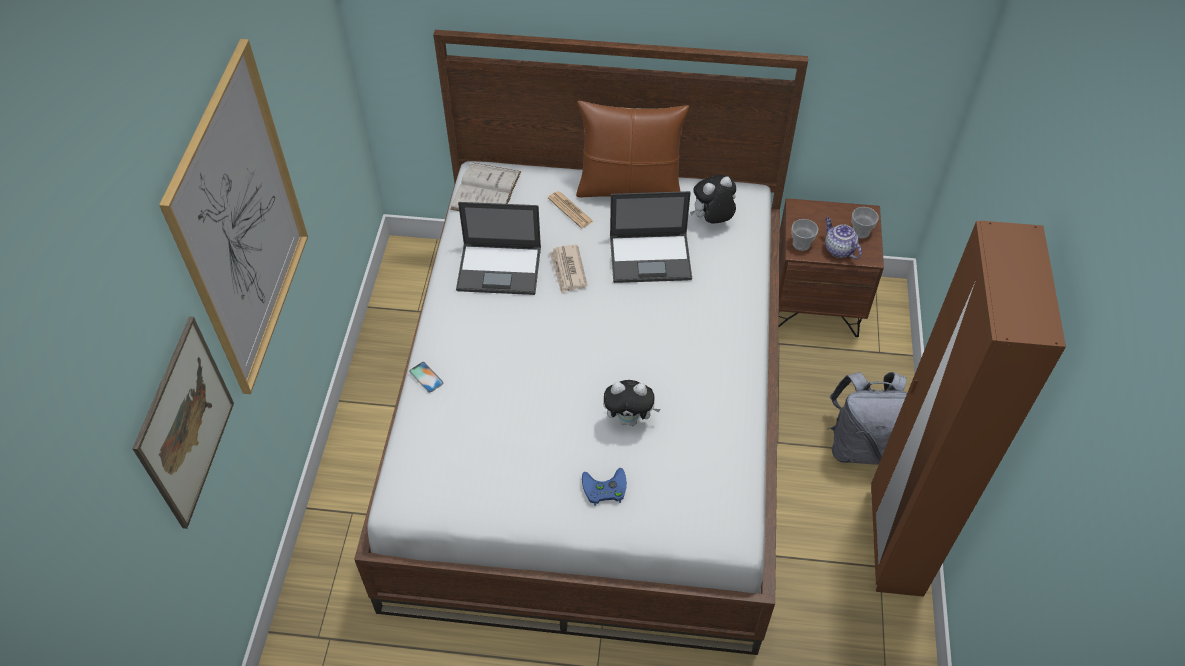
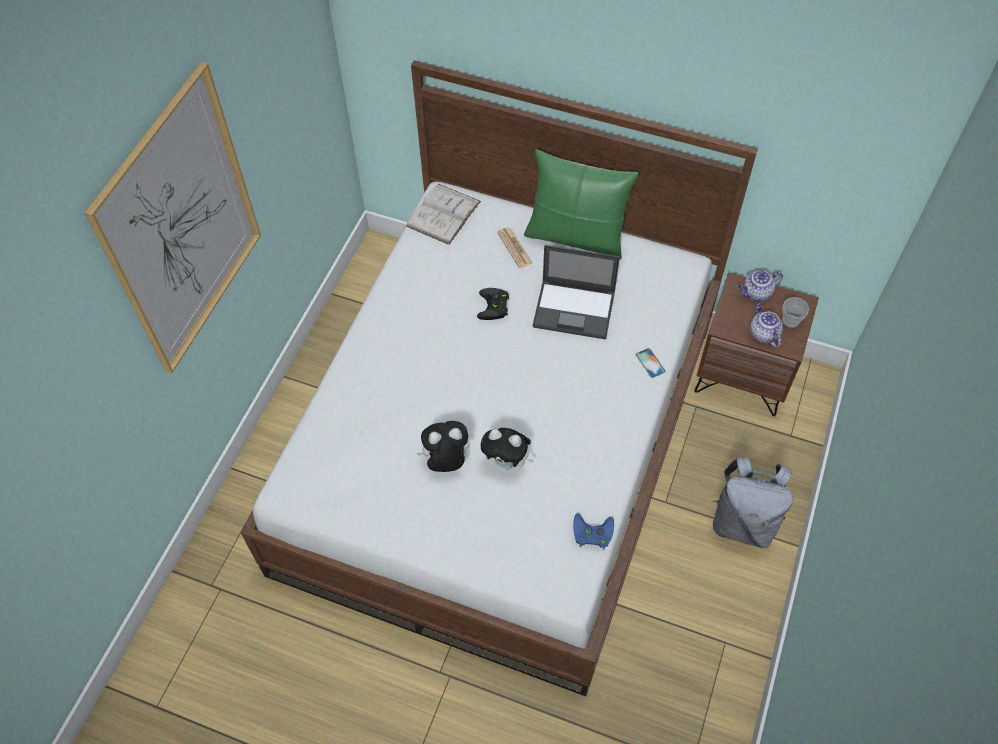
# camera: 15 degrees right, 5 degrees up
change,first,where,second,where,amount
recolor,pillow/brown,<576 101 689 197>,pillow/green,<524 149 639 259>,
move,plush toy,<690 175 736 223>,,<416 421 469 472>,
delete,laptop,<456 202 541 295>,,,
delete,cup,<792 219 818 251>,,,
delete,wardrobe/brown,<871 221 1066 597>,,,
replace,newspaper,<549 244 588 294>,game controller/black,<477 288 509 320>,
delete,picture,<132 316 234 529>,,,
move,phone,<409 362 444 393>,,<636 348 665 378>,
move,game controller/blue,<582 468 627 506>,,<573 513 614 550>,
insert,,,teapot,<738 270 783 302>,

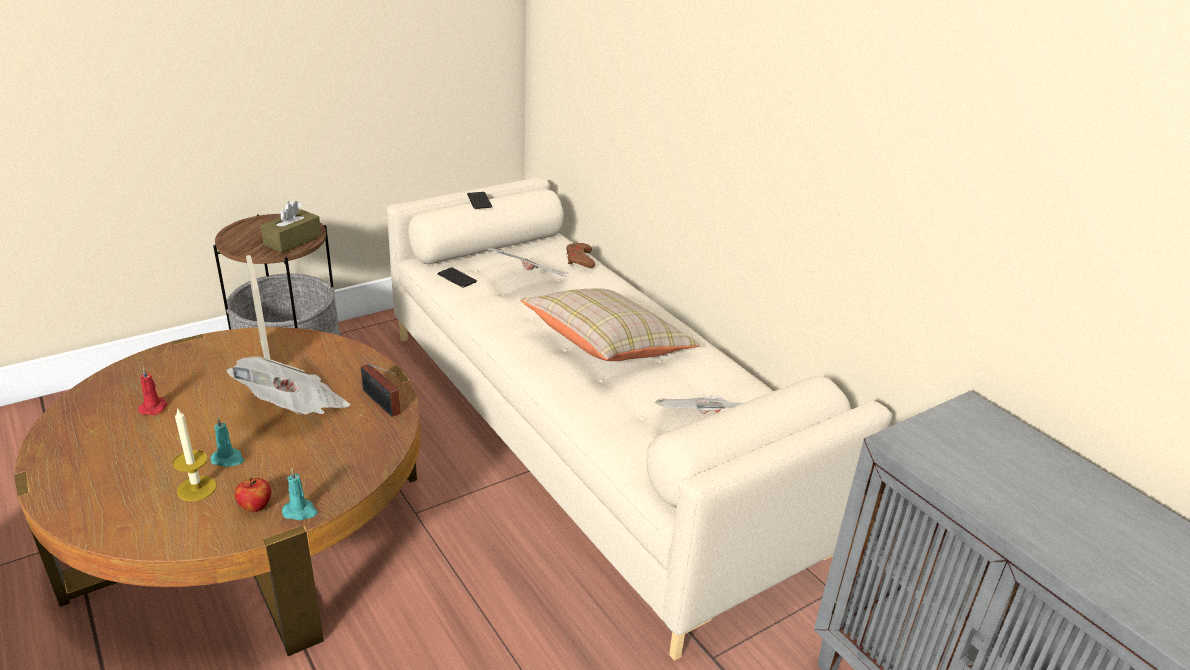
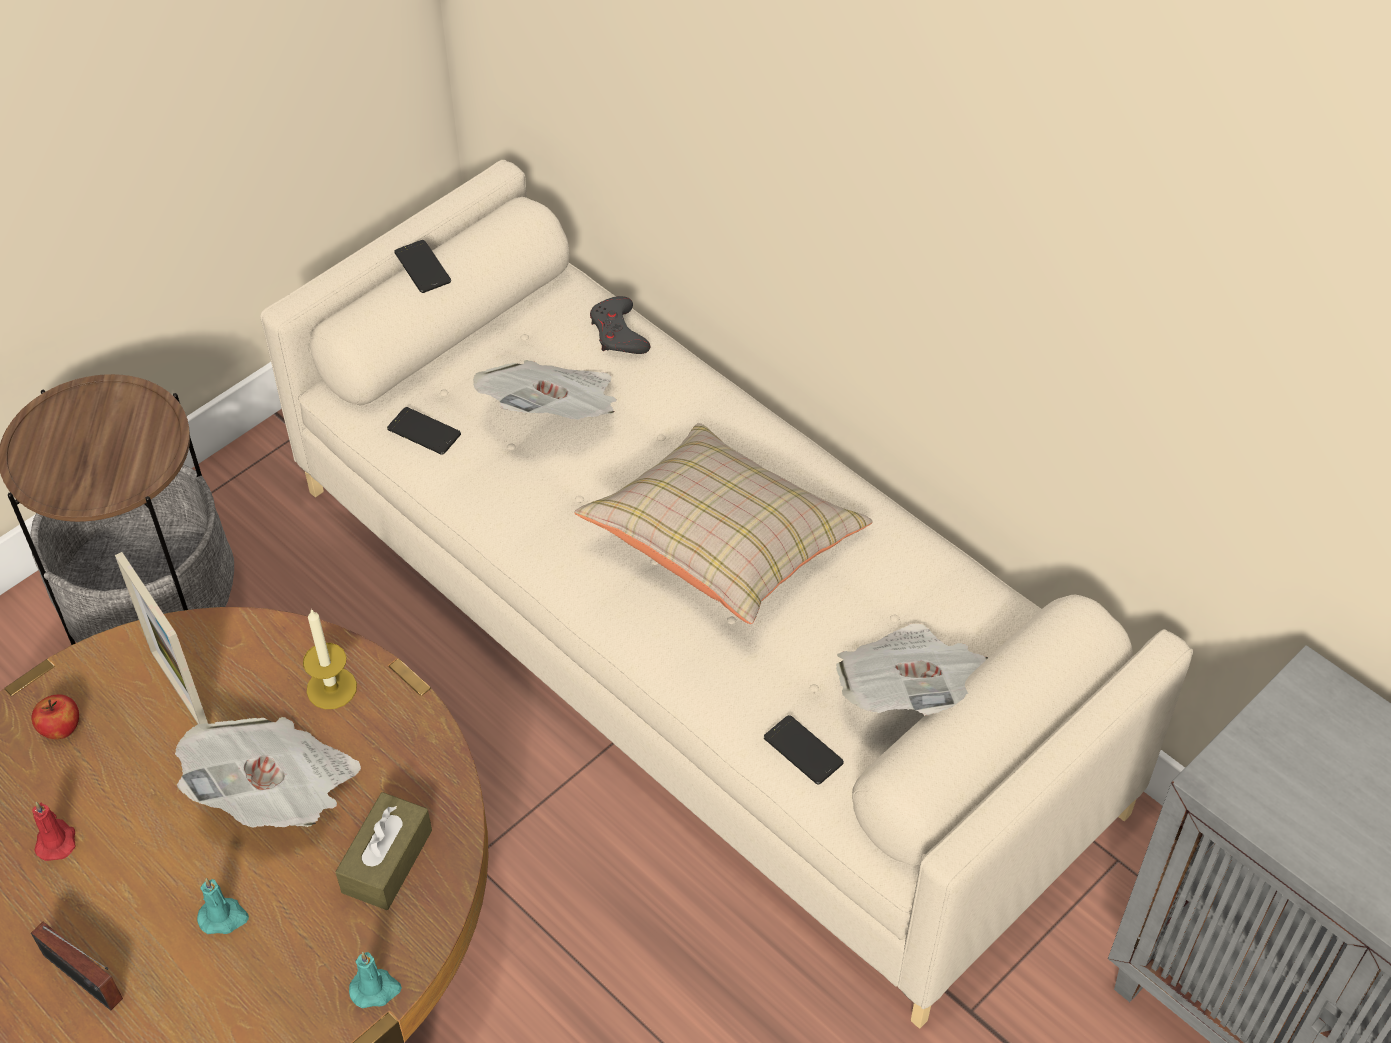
# camera: 10 degrees left, 20 degrees up
change,first,where,second,where,amount
move,tissue box/brown,<261 201 321 253>,,<335 792 432 910>,
recolor,game controller/brown,<566 243 595 268>,game controller/grey,<590 296 650 354>,
move,radio,<361 364 400 417>,,<31 921 123 1010>,
move,candle,<173 408 217 502>,,<303 609 357 709>,
move,apple,<235 477 271 512>,,<32 694 79 740>,
insert,,,phone,<764 715 844 785>,

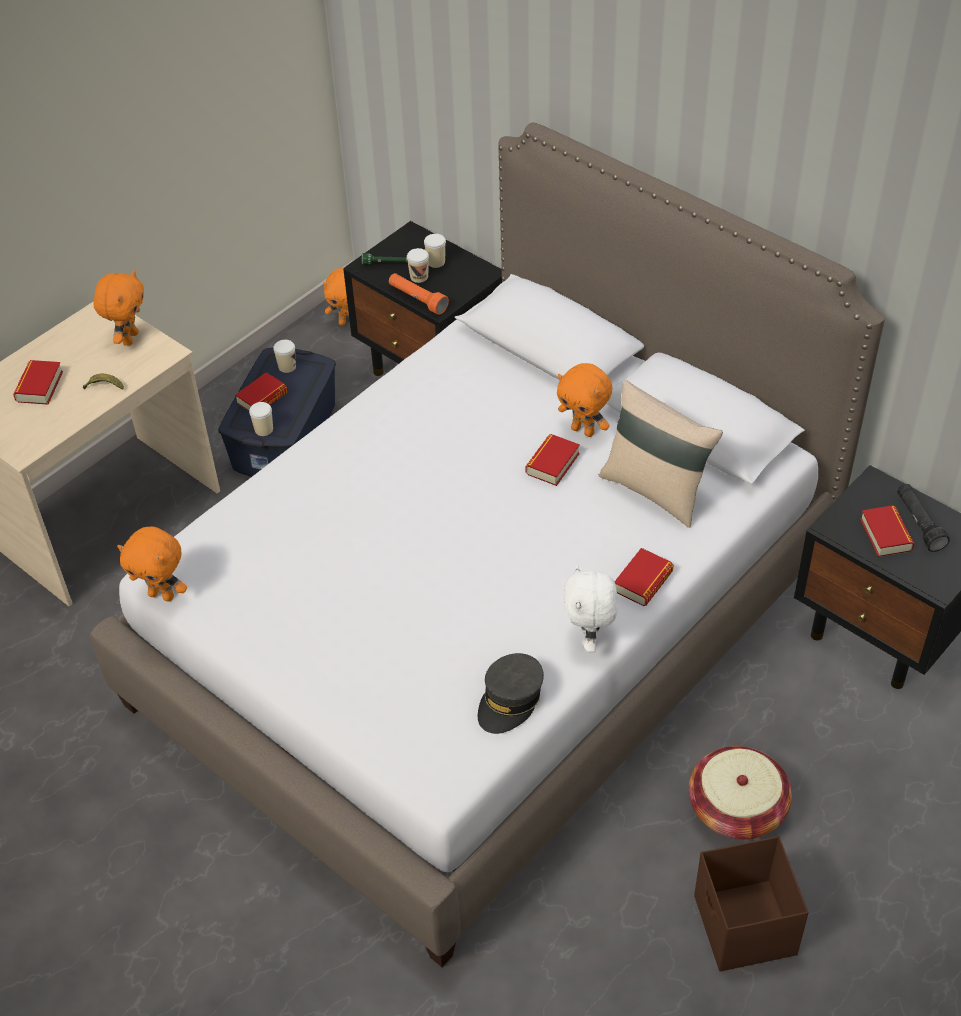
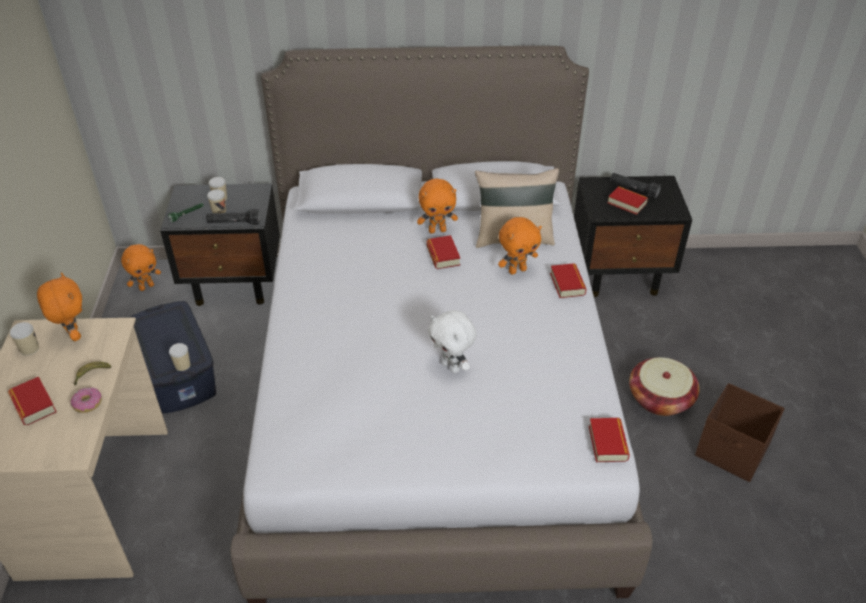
# camera: 45 degrees left, 5 degrees down
change,first,where,second,where,amount
recolor,flashlight/orange,<389 273 449 315>,flashlight/black,<206 209 260 225>,
move,cup,<273 340 296 373>,,<10 322 39 356>,
move,book,<235 372 288 411>,,<589 418 630 462>,
move,plush toy/orange,<117 527 187 602>,,<498 217 542 275>,
move,plush toy/white,<564 565 617 653>,,<428 310 477 373>,
delete,cap/grey,<478 653 544 734>,,,
insert,,,donut,<70 387 102 413>,

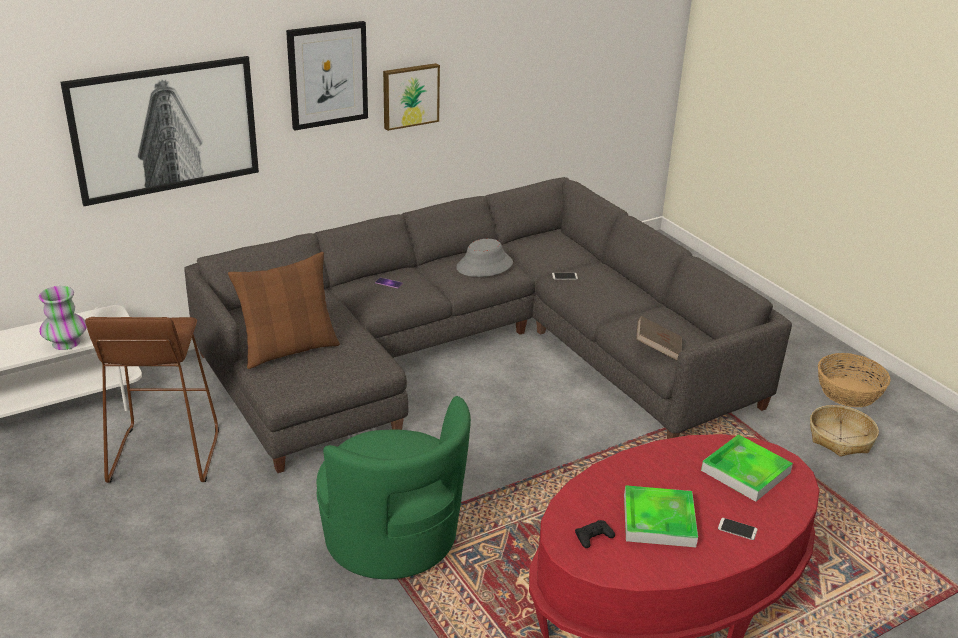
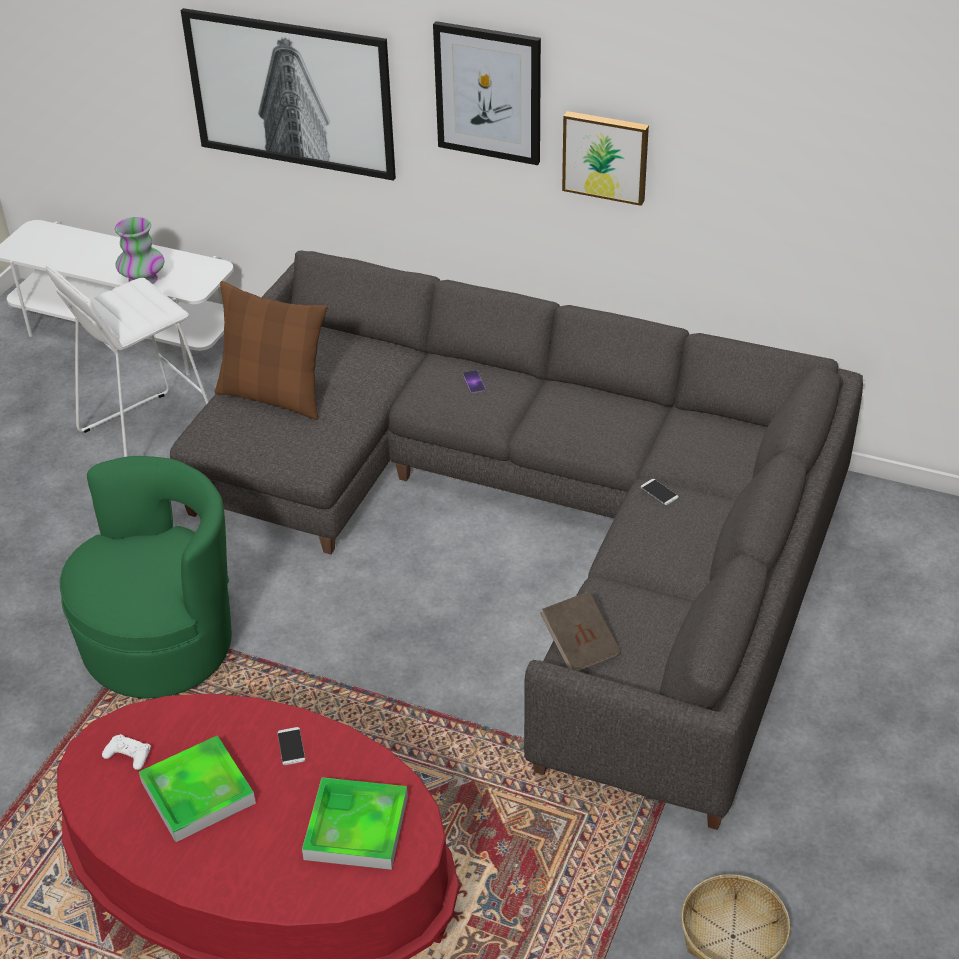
# camera: 55 degrees right, 10 degrees up
change,first,where,second,where,amount
delete,hat/grey,<456 239 513 277>,,,
recolor,stool/brown,<85 317 219 483>,stool/white,<45 265 208 457>,
delete,basket,<818 353 891 407>,,,
rotate,armchair/green,<317 396 471 579>,,<60 456 232 698>,150 degrees counterclockwise
move,phone,<718 518 758 540>,,<277 727 305 765>,
recolor,game controller/black,<575 520 615 548>,game controller/white,<102 734 151 770>,

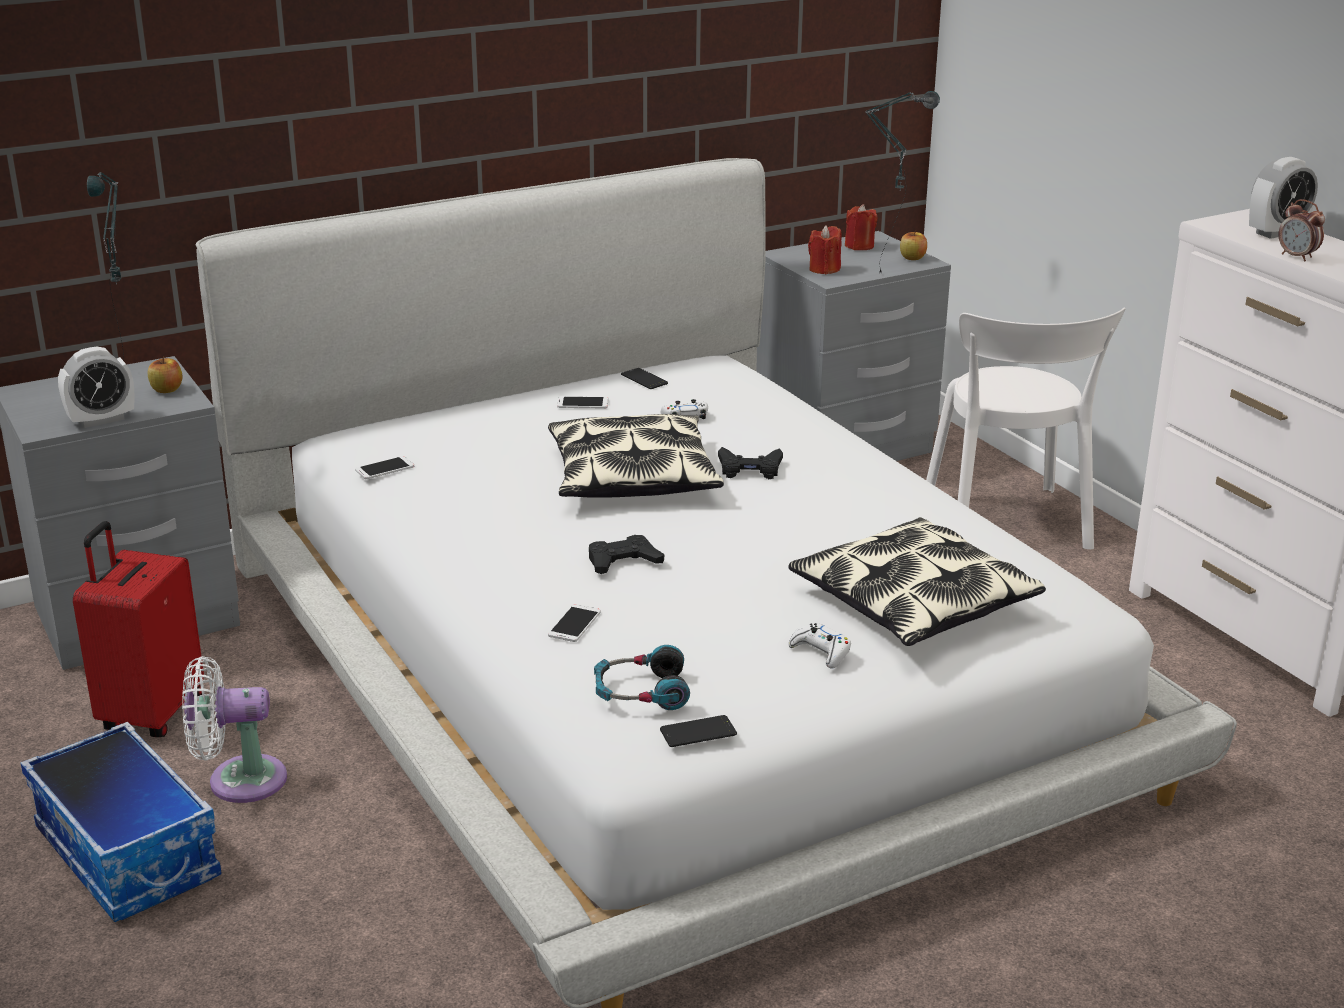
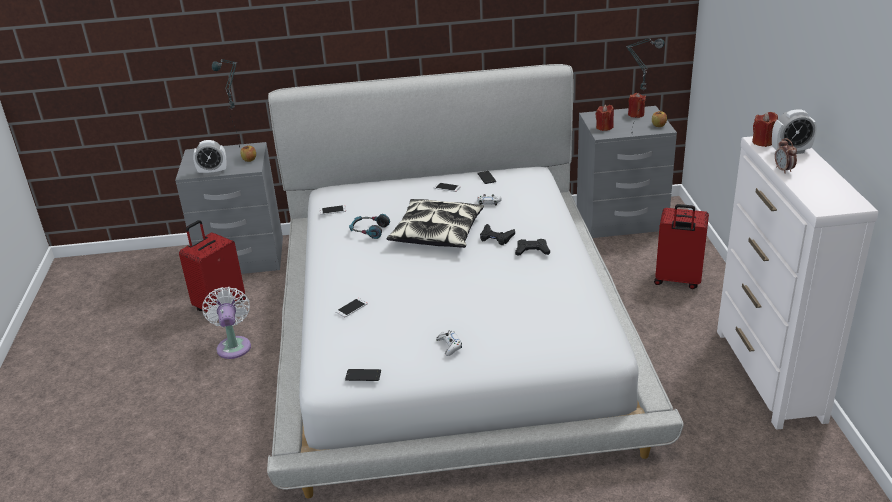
# camera: 25 degrees right, 5 degrees up
change,first,where,second,where,amount
replace,chair/white,<926 308 1126 550>,suitcase/red,<654 204 709 289>,
delete,pillow,<788 517 1046 646>,,,
move,game controller/black,<589 535 664 574>,,<515 239 550 256>,
move,headphones,<594 645 690 710>,,<349 214 390 239>,
rotate,fan/white,<182 656 287 803>,,<202 287 251 359>,60 degrees clockwise
delete,storage box,<21 722 221 922>,,,
insert,,,candle/red,<752 112 778 147>,

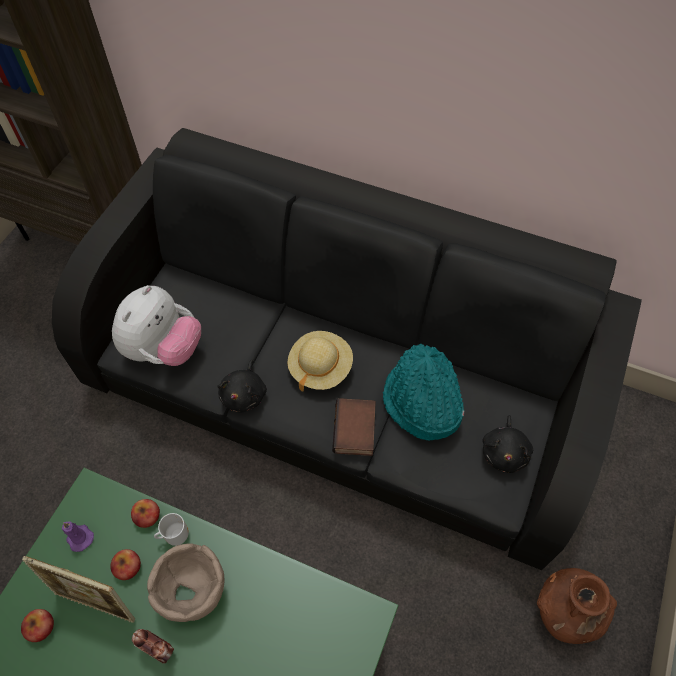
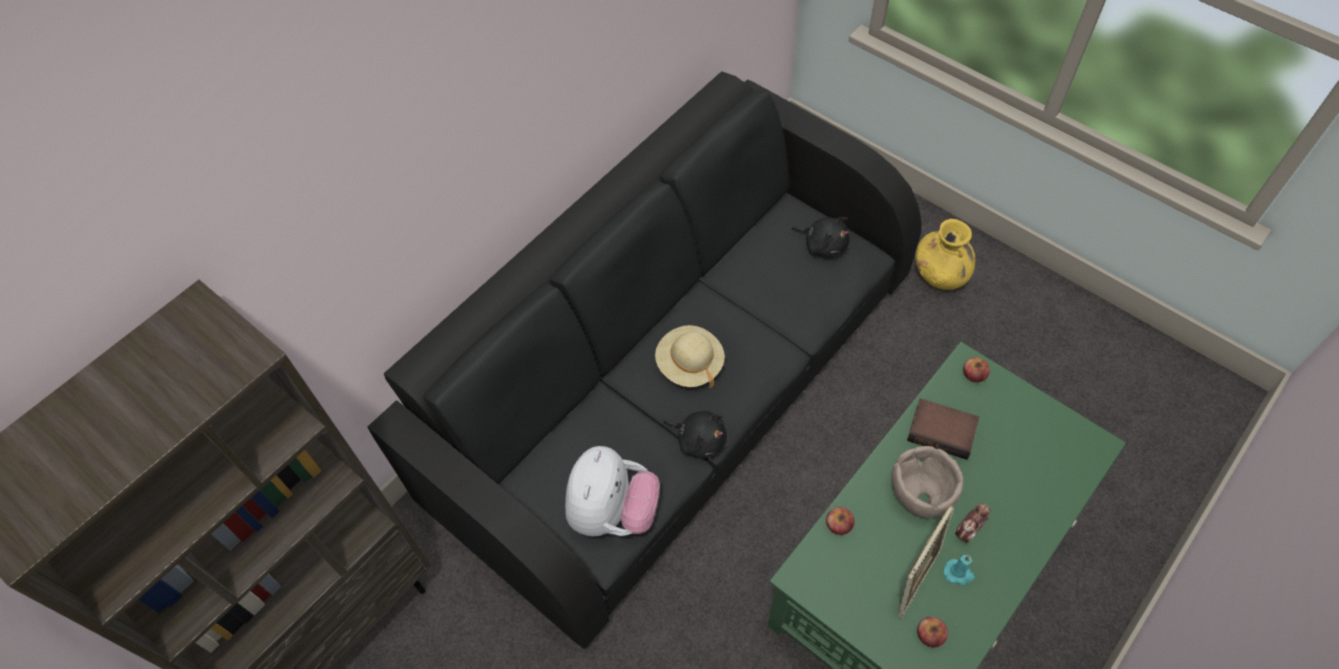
# camera: 70 degrees left, 0 degrees up
change,first,where,second,where,amount
rotate,plush toy,<112 285 201 366>,,<565 446 660 537>,60 degrees clockwise
delete,hat/turquoise,<383 344 464 440>,,,
move,book,<332 398 376 456>,,<907 398 979 460>,
delete,mug,<154 513 189 546>,,,
delete,candle/purple,<62 521 94 552>,,,
move,apple,<110 549 141 580>,,<963 357 990 382>,
recolor,vase/brown,<537 568 617 644>,vase/yellow,<915 219 975 290>,
insert,,,candle/turquoise,<944 555 975 585>,

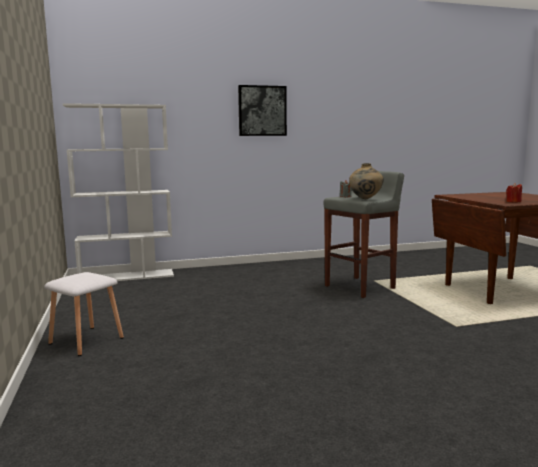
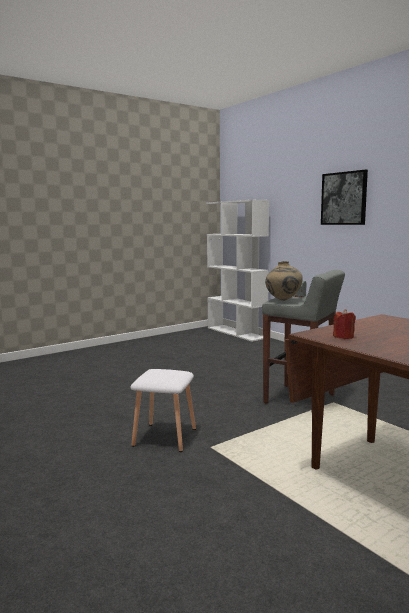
# camera: 70 degrees right, 0 degrees up
change,first,where,second,where,amount
move,stool/white,<44 272 124 356>,,<130 369 196 452>,

